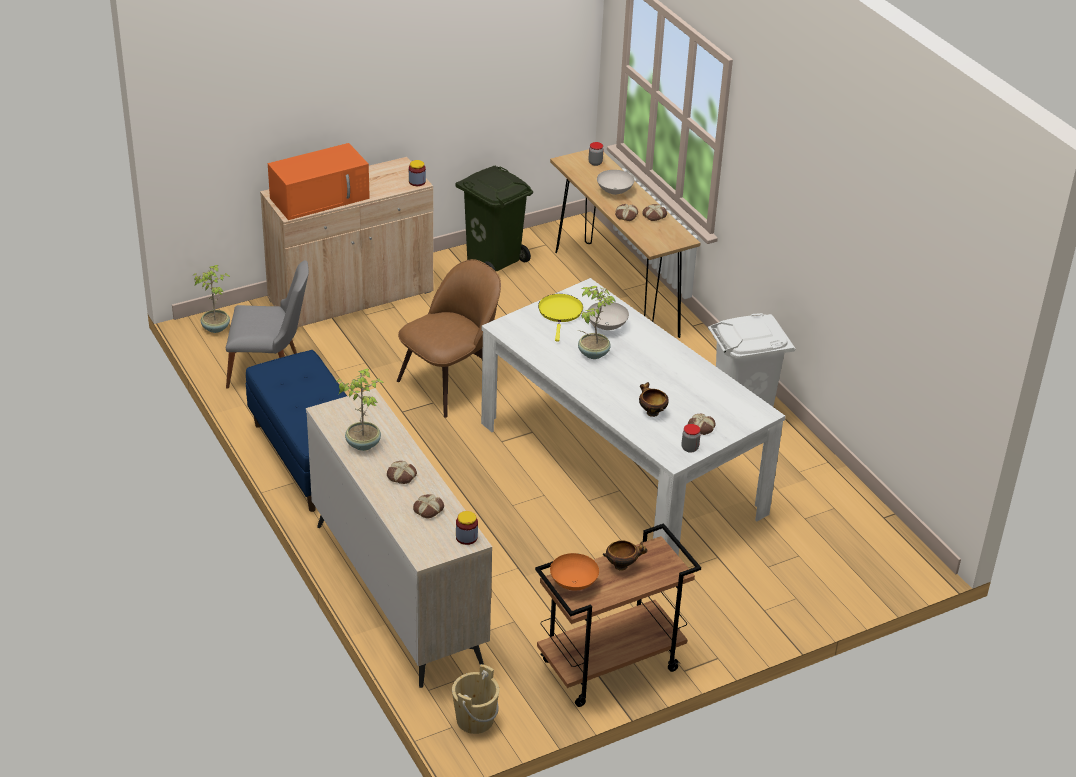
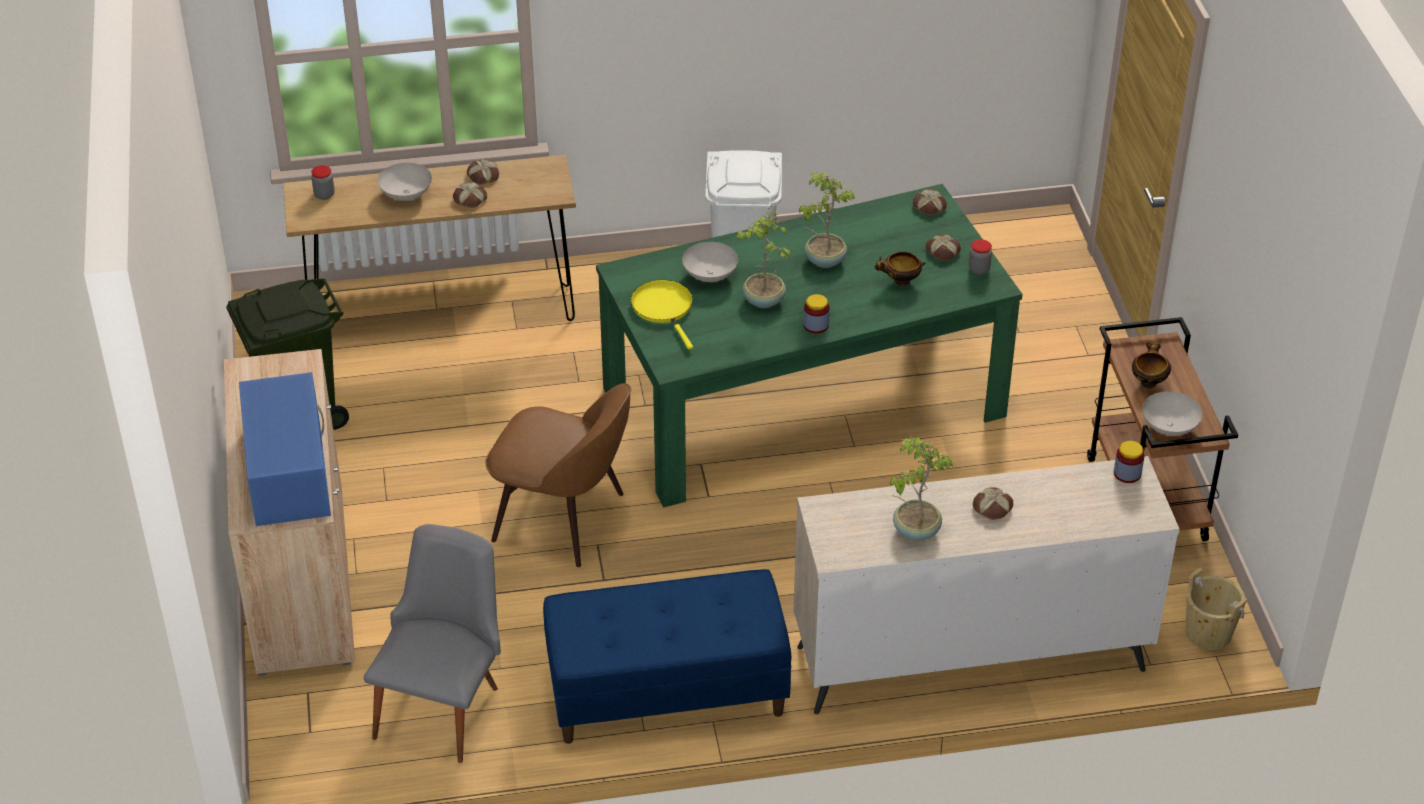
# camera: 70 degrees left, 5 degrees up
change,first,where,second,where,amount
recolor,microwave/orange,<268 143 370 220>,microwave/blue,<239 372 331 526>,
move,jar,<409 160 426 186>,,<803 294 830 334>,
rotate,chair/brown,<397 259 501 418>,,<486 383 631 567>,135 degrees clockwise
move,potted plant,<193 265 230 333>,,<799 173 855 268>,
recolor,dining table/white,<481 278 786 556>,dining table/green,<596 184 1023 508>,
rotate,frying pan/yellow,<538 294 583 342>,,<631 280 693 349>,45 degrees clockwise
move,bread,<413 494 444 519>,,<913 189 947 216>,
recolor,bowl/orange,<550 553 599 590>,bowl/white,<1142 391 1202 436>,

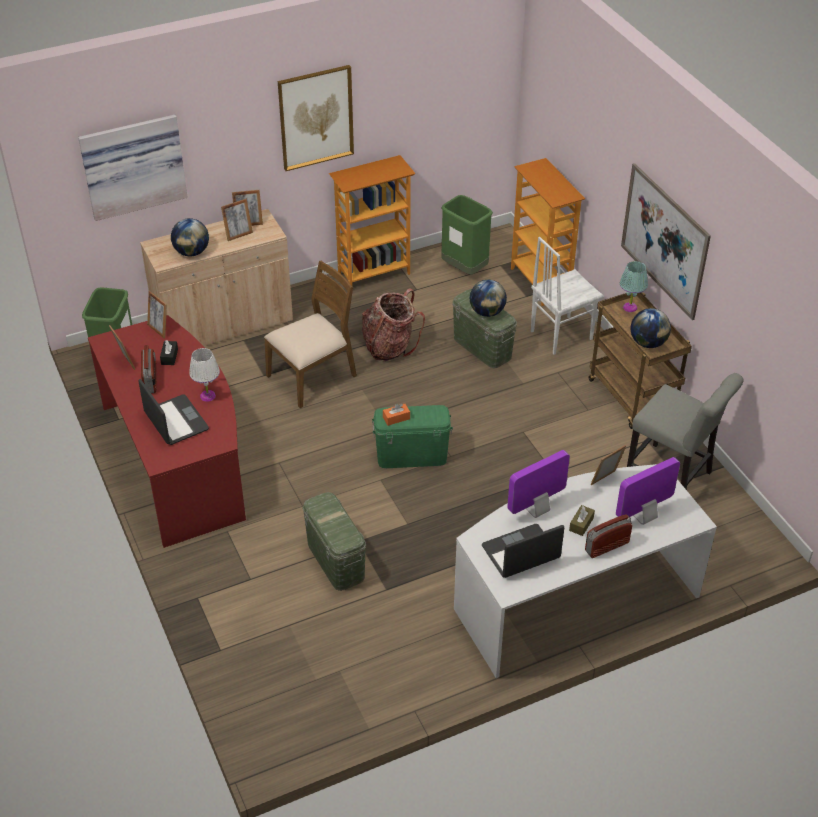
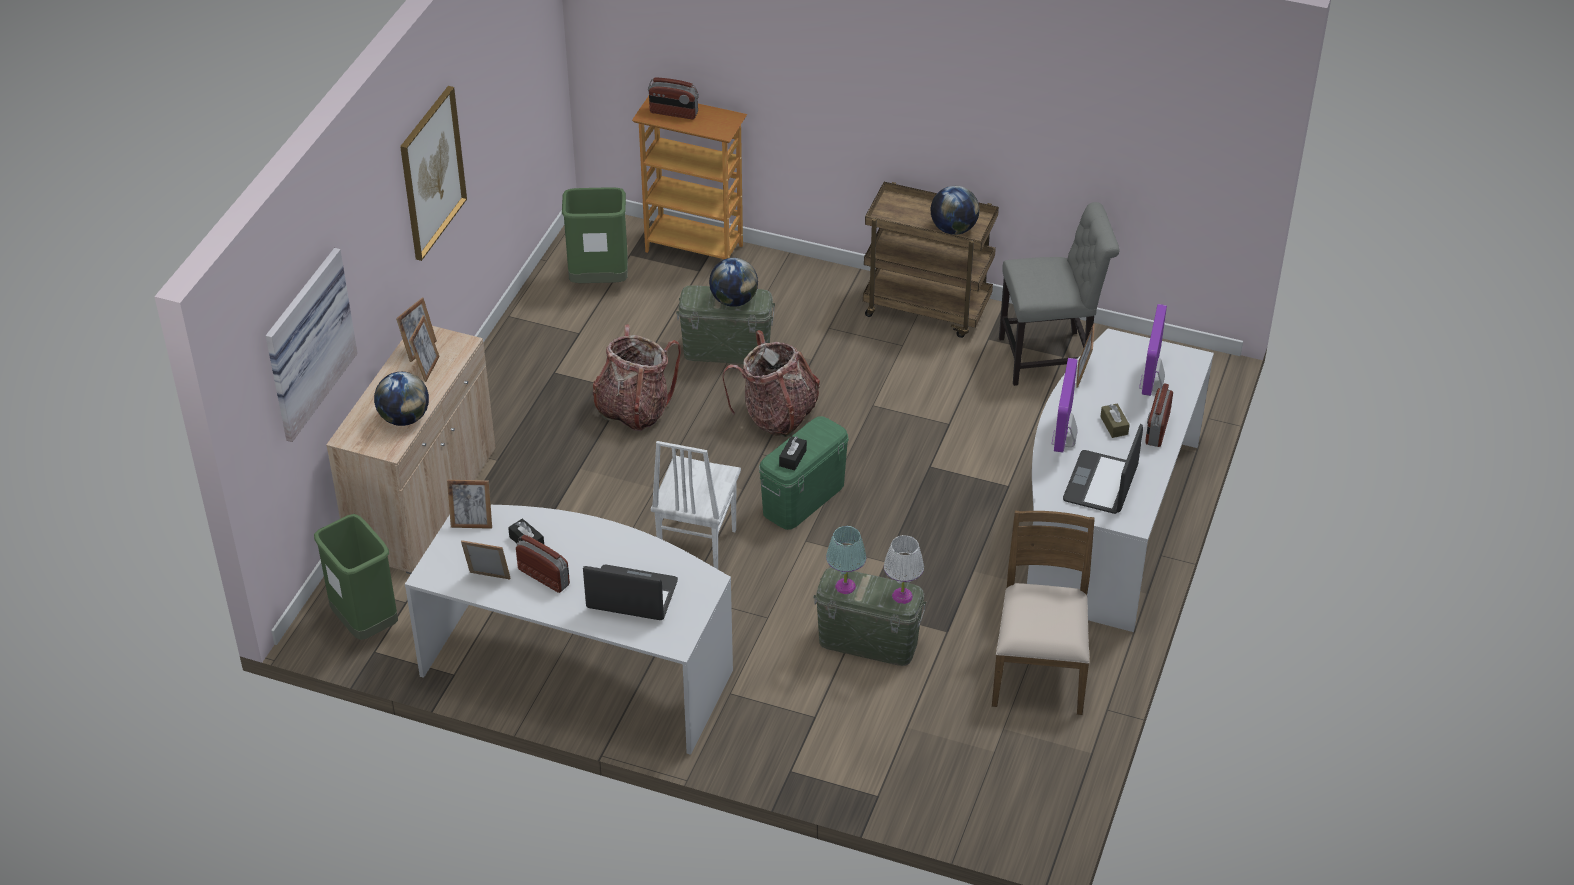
# camera: 45 degrees left, 0 degrees up
change,first,where,second,where,amount
delete,bookcase,<329 155 415 286>,,,
delete,picture,<621 163 711 320>,,,
move,chair/white,<531 237 603 355>,,<651 441 741 569>,
move,chair/brown,<264 261 357 408>,,<992 511 1095 715>,
move,table lamp/turquoise,<620 261 648 312>,,<826 526 866 594>,
recolor,desk/red,<88 315 246 548>,desk/white,<405 505 733 755>,
move,table lamp/white,<189 348 220 402>,,<884 535 924 604>,
recolor,tissue box/orange,<383 403 410 426>,tissue box/black,<779 436 807 471>,
insert,,,radio,<648 77 699 119>,
insert,,,backpack,<722 330 820 437>,

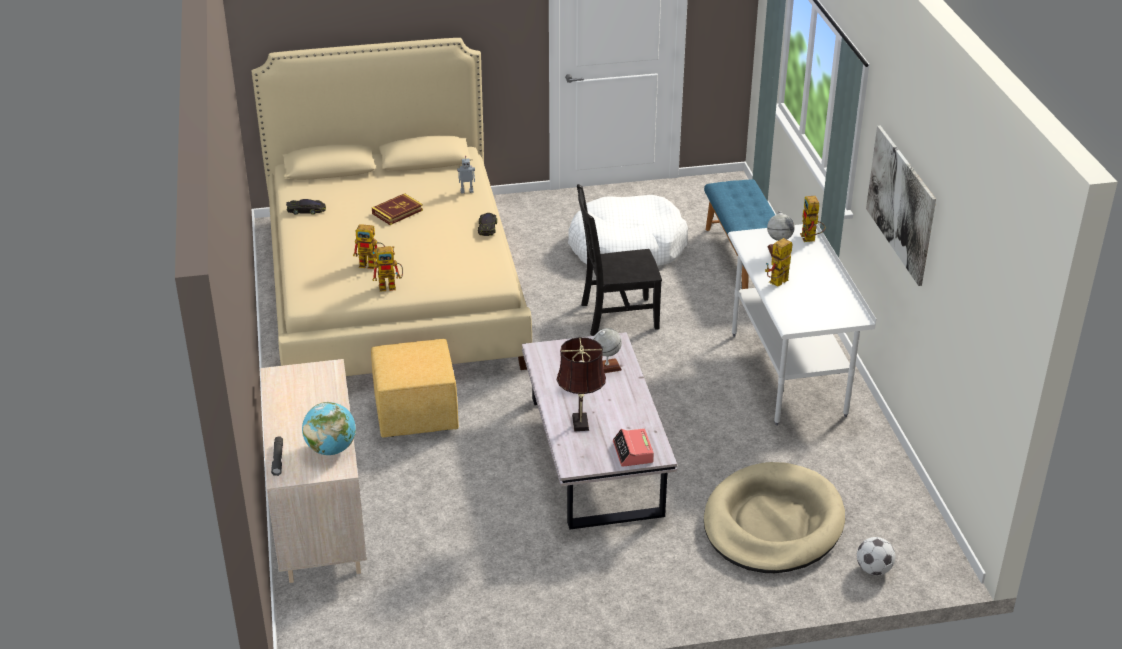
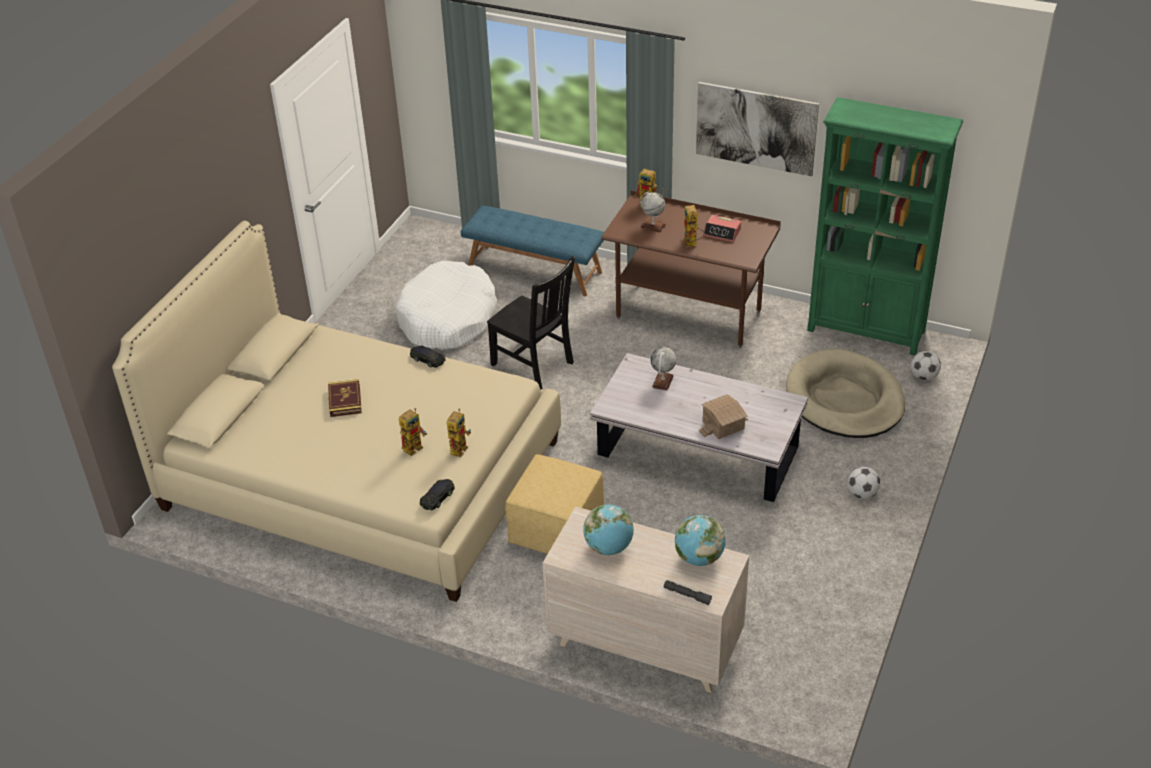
# camera: 55 degrees left, 5 degrees up
change,first,where,second,where,amount
delete,toy robot,<457 156 475 193>,,,
rotate,chair/black,<577 184 662 336>,,<487 256 575 390>,75 degrees counterclockwise
move,toy car/black,<286 199 326 215>,,<419 479 455 510>,
recolor,desk/white,<728 224 876 426>,desk/brown,<601 190 781 348>,
replace,table lamp/brown,<557 337 606 431>,toy house,<699 394 748 439>,
move,alarm clock,<613 428 654 467>,,<704 215 741 242>,
insert,,,bookcase/green,<807 97 963 356>,
insert,,,football,<848 467 881 499>,
insert,,,globe,<583 504 634 555>,

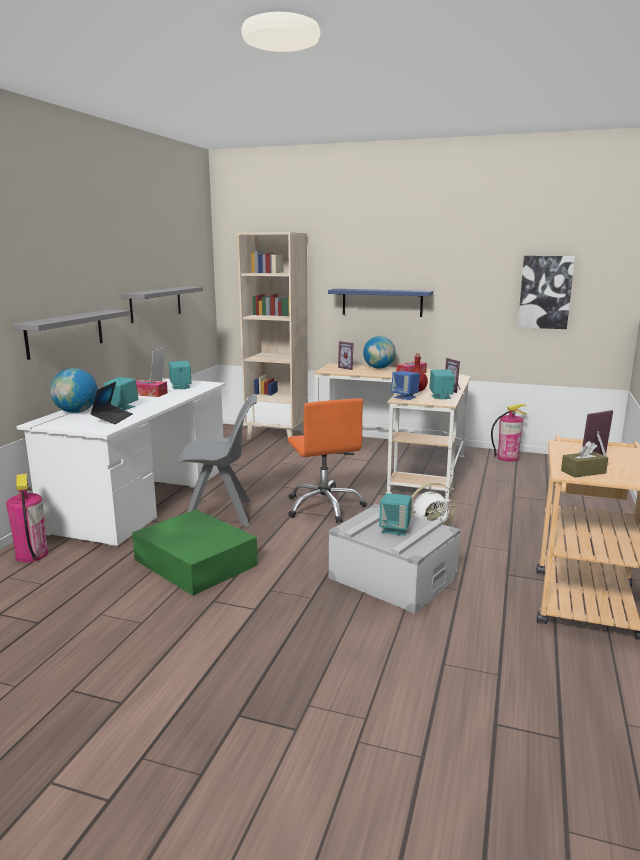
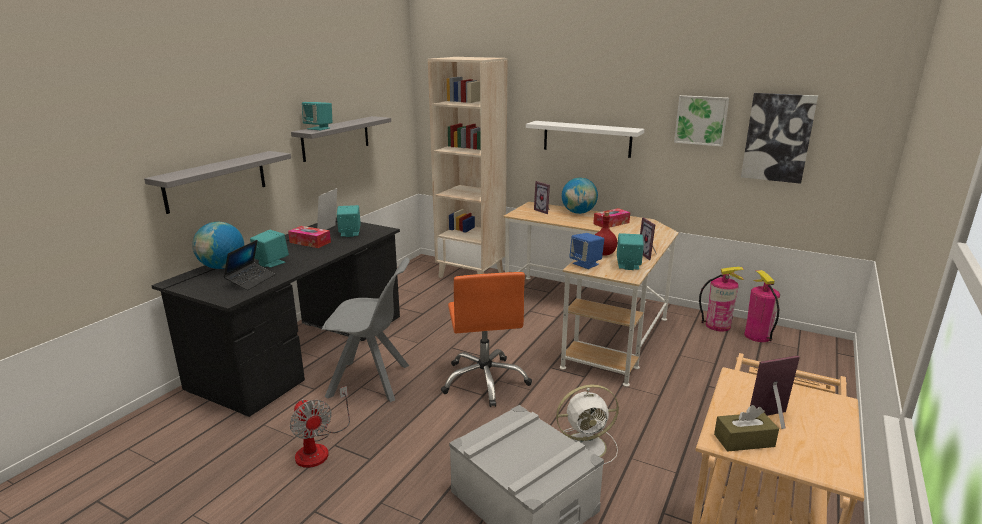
# camera: 10 degrees right, 5 degrees up
change,first,where,second,where,amount
recolor,shelf/blue,<328 289 433 317>,shelf/white,<526 121 644 158>,
recolor,desk/white,<16 378 226 547>,desk/black,<151 217 400 417>,
move,fire extinguisher,<6 473 48 562>,,<744 270 780 342>,
move,speaker/turquoise,<379 493 412 536>,,<302 102 332 130>,
replace,storage box/green,<132 509 258 596>,fan,<290 386 350 468>,
insert,,,picture,<674 95 729 147>,

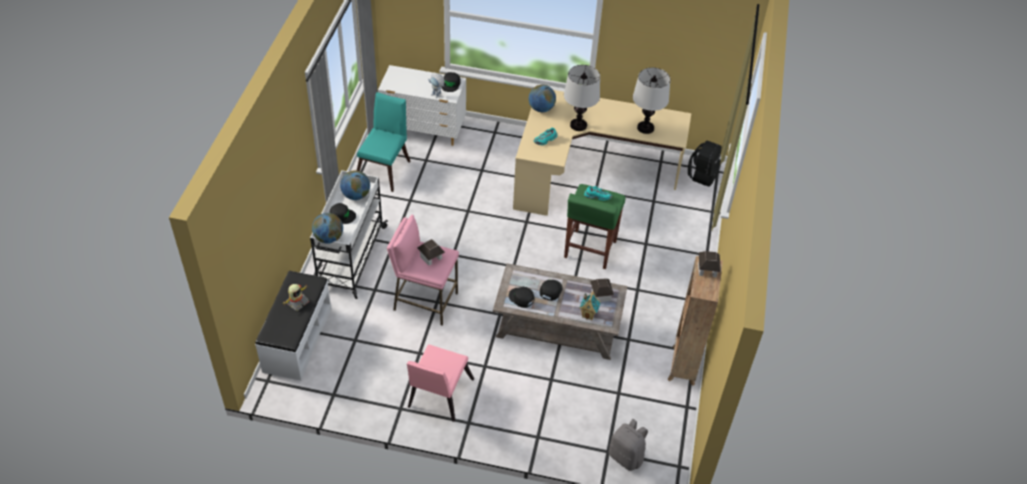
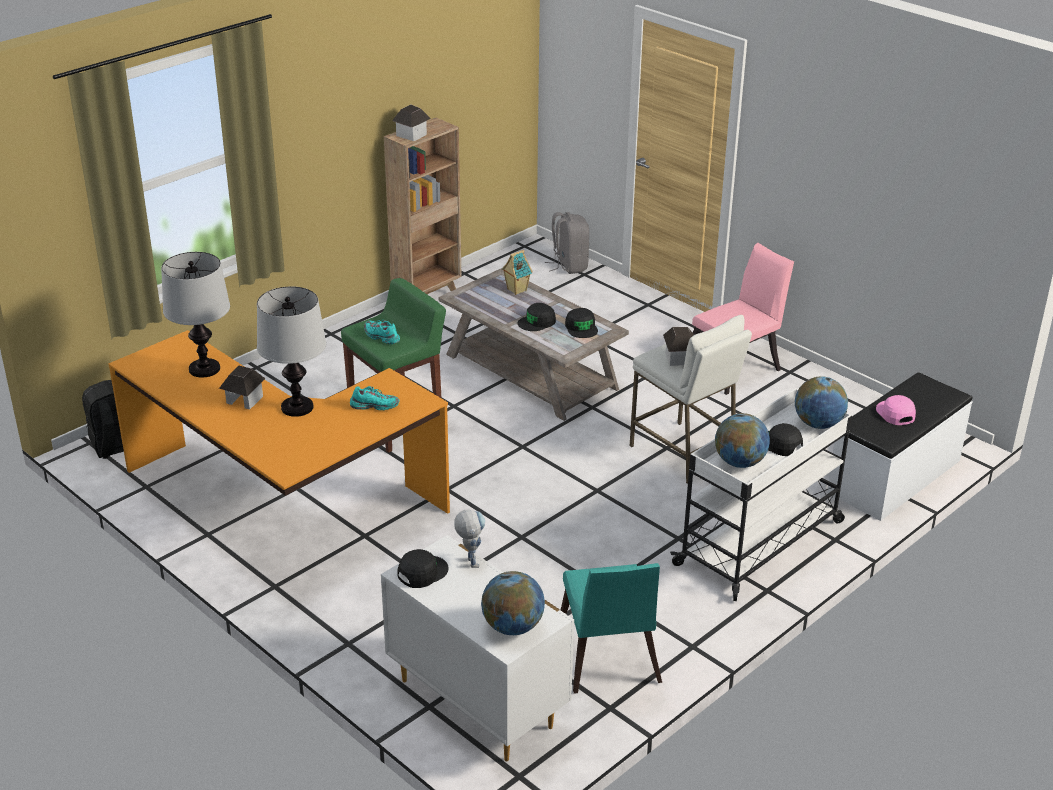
# camera: 145 degrees left, 15 degrees down
change,first,where,second,where,amount
move,globe,<529 85 556 112>,,<481 571 545 635>,
recolor,desk/beige,<513 90 691 216>,desk/orange,<108 330 450 514>,
rotate,chair/turquoise,<357 92 410 192>,,<561 563 662 694>,60 degrees counterclockwise
recolor,stool/pink,<387 214 459 326>,stool/white,<630 315 752 484>,
move,toy house,<590 279 614 302>,,<219 366 265 410>,
replace,toy robot,<282 284 310 311>,cap/pink,<876 395 916 425>,

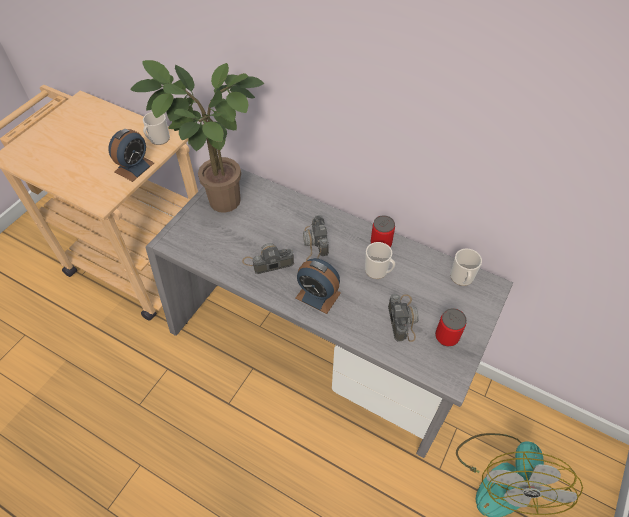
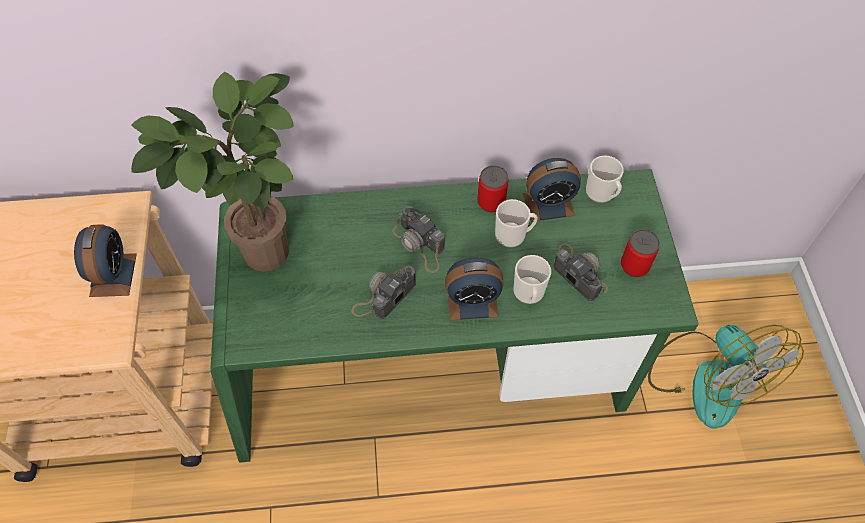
# camera: 35 degrees left, 5 degrees up
change,first,where,second,where,amount
move,mug,<143 112 170 145>,,<513 255 551 304>,
recolor,desk/grey,<146 168 513 458>,desk/green,<210 169 699 463>,
insert,,,alarm clock,<523 158 581 222>,

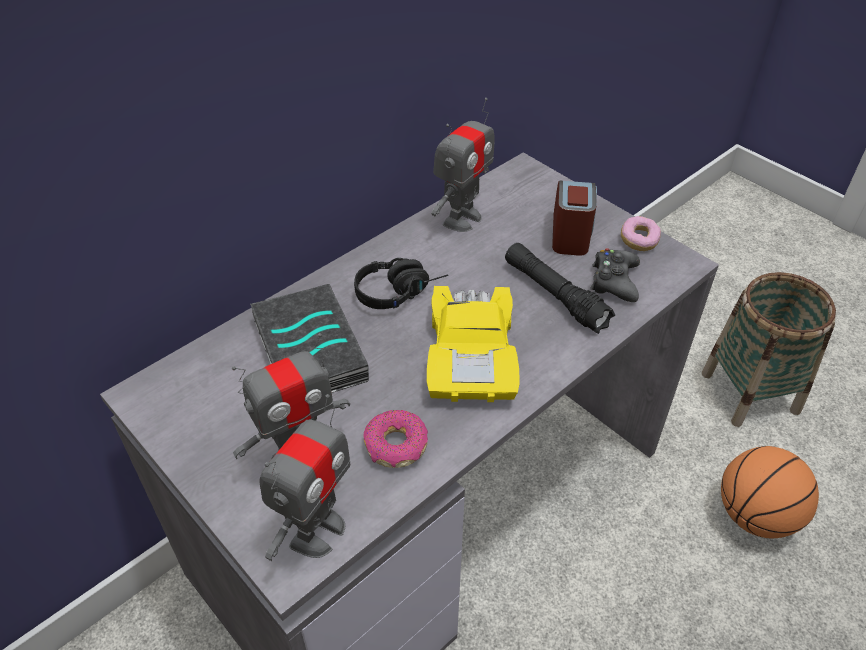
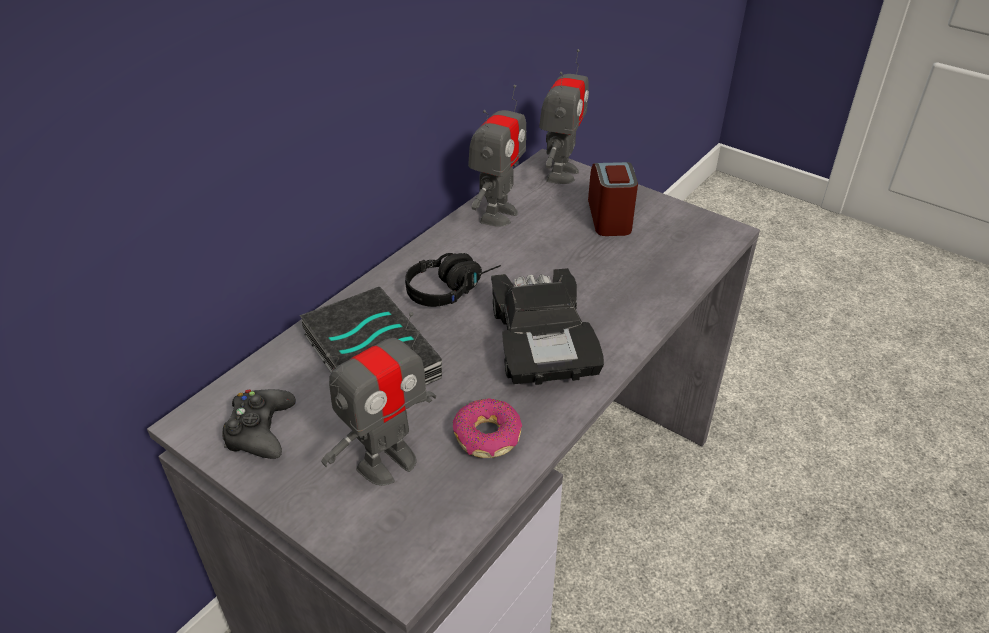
# camera: 10 degrees left, 5 degrees down
change,first,where,second,where,amount
delete,donut,<621 216 661 251>,,,
delete,flashlight/black,<505 243 615 334>,,,
move,game controller/black,<590 249 640 302>,,<222 389 296 459>,
delete,basket,<702 272 836 427>,,,
recolor,toy car/yellow,<427 286 520 402>,toy car/black,<491 268 604 385>,
move,toy robot,<259 394 350 561>,,<539 49 589 184>,
delete,basketball,<721 446 819 538>,,,

